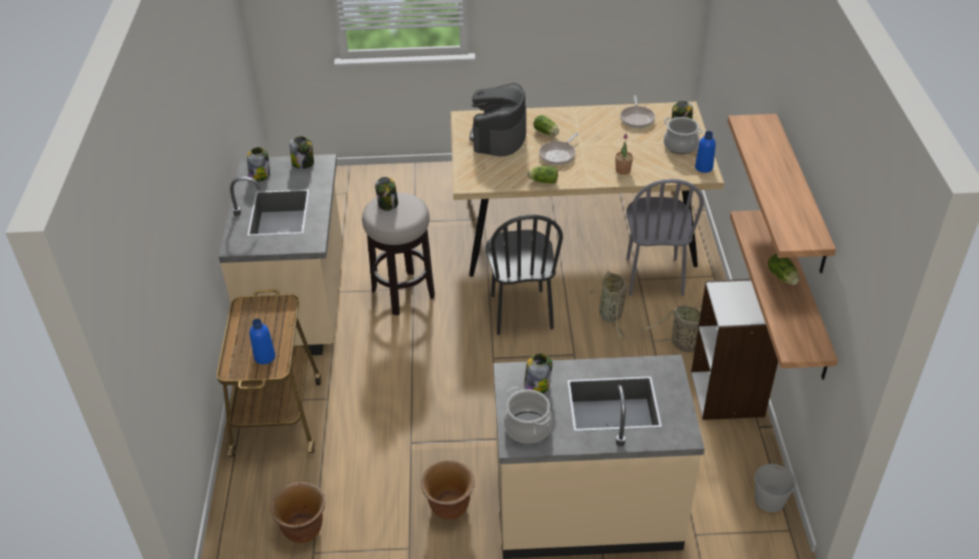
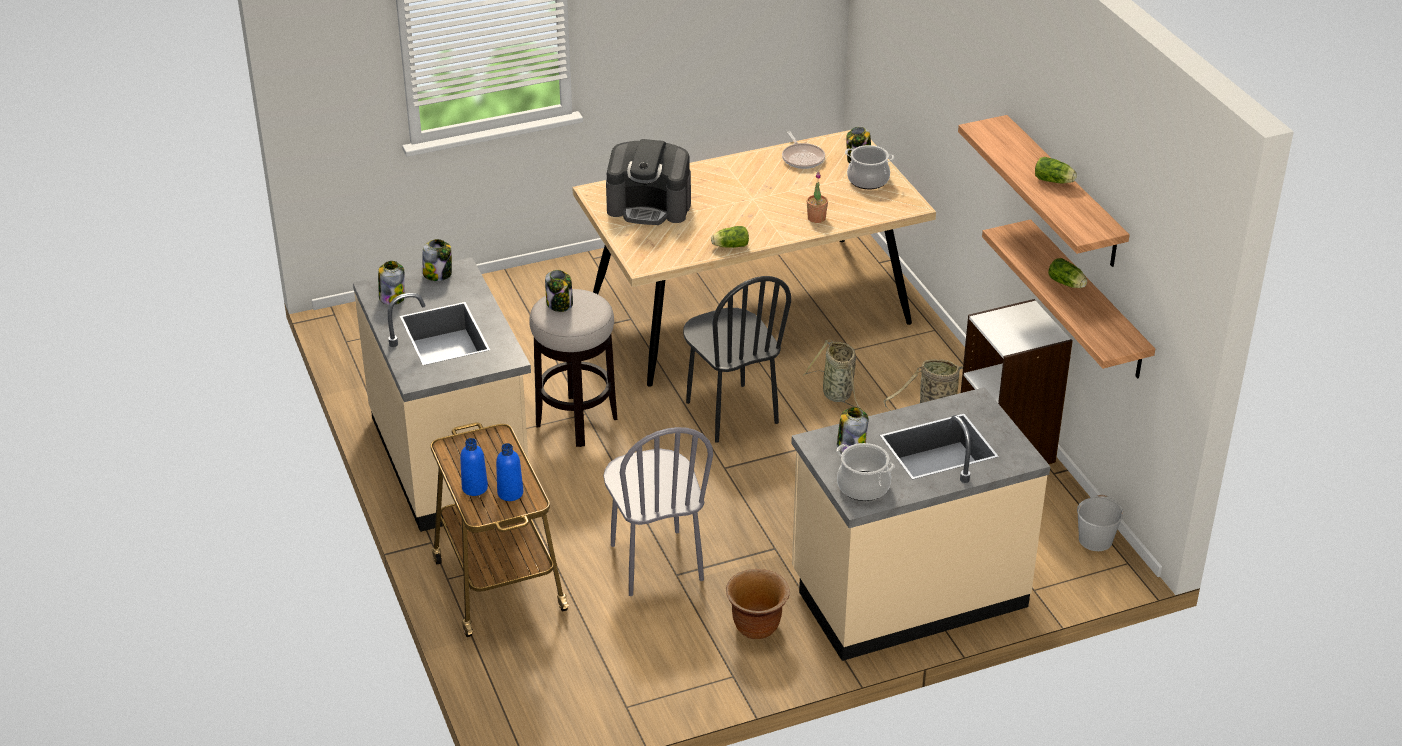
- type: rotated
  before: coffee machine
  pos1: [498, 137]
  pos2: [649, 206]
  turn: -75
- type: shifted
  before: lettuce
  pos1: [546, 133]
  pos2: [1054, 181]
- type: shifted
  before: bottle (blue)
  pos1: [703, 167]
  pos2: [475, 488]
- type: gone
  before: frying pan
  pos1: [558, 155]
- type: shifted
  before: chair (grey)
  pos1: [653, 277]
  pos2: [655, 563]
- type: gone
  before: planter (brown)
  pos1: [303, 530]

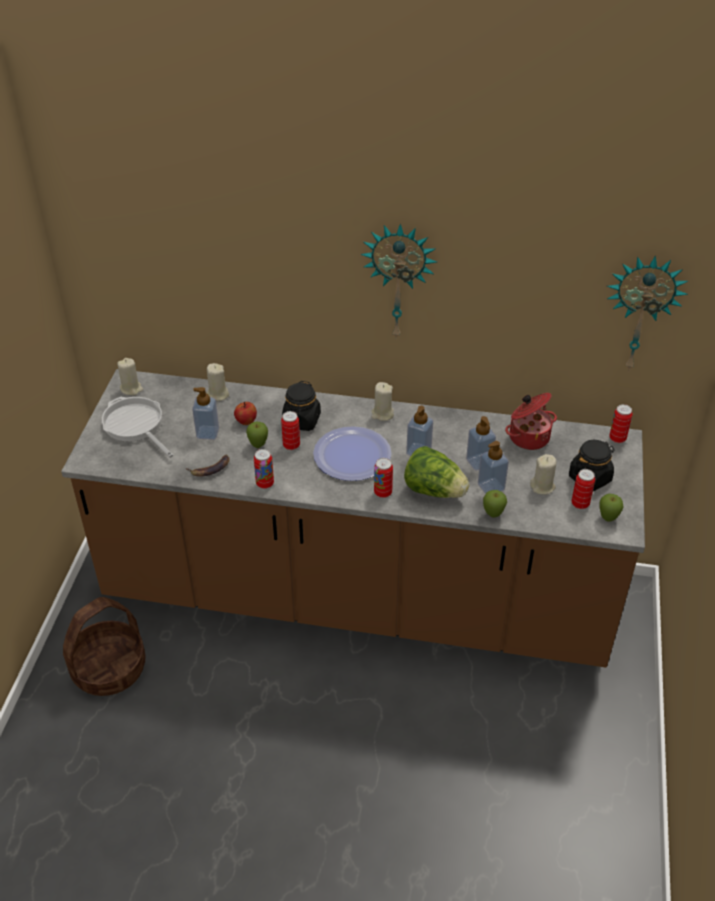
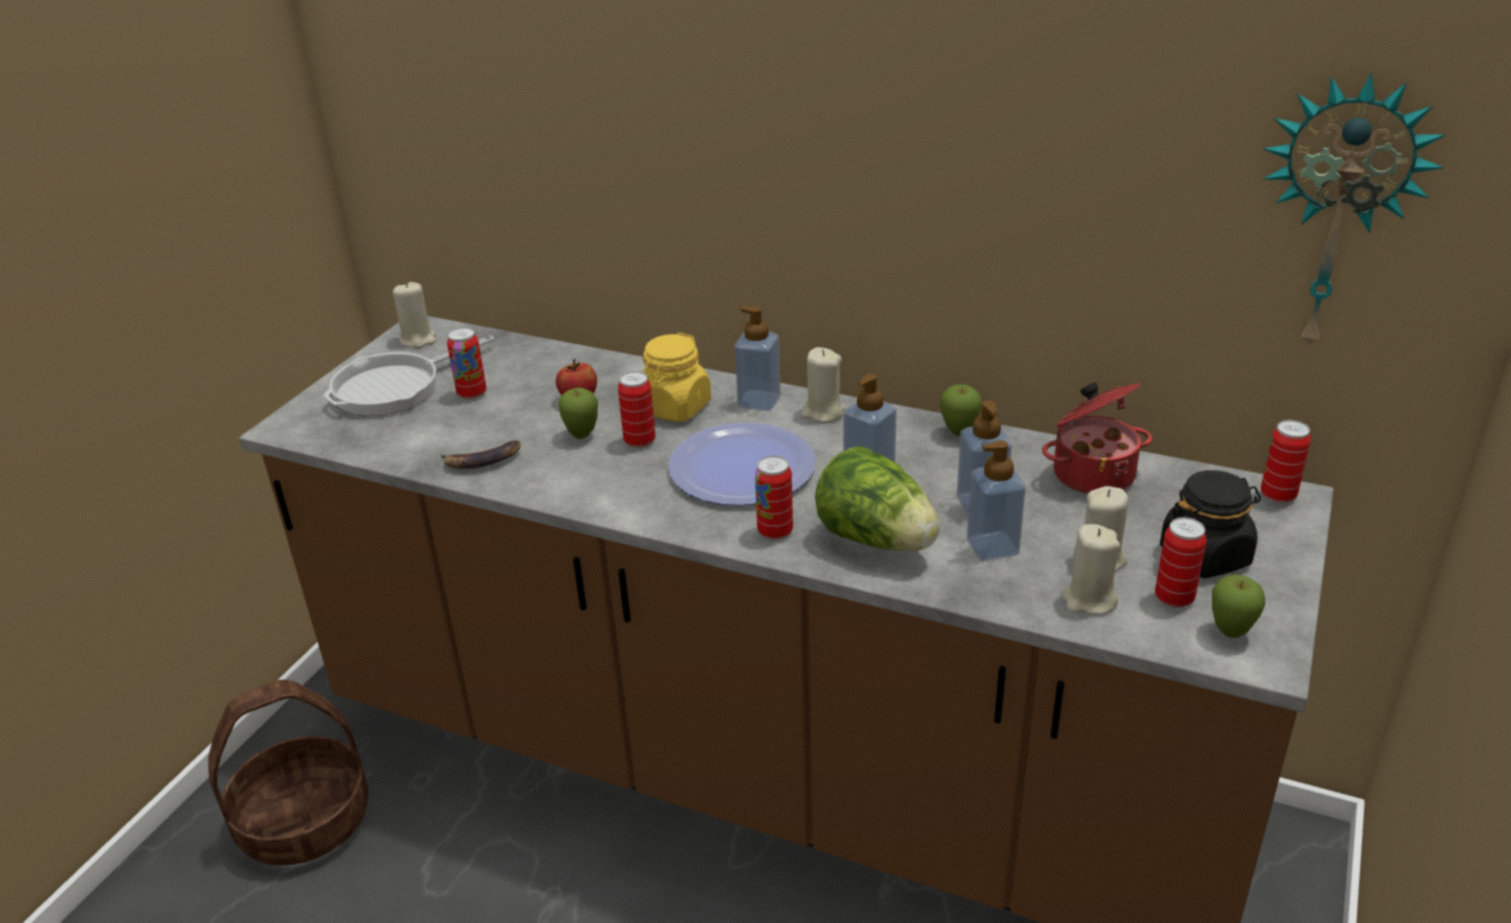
- type: gone
  before: wall clock
  pos1: [398, 280]
- type: shifted
  before: candle (beige)
  pos1: [217, 394]
  pos2: [1088, 600]
- type: repainted
  before: jar (black)
  after: jar (yellow)
  pos1: [301, 420]
  pos2: [674, 408]
- type: shifted
  before: soap dispenser
  pos1: [207, 433]
  pos2: [759, 401]
- type: rotated
  before: frying pan
  pos1: [135, 425]
  pos2: [395, 388]
  turn: -105
- type: shifted
  before: can
  pos1: [265, 483]
  pos2: [472, 393]
- type: shifted
  before: apple
  pos1: [493, 515]
  pos2: [959, 433]

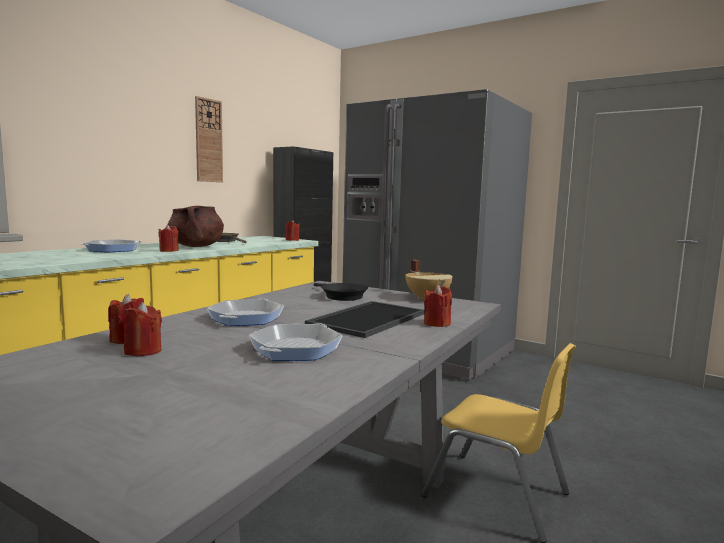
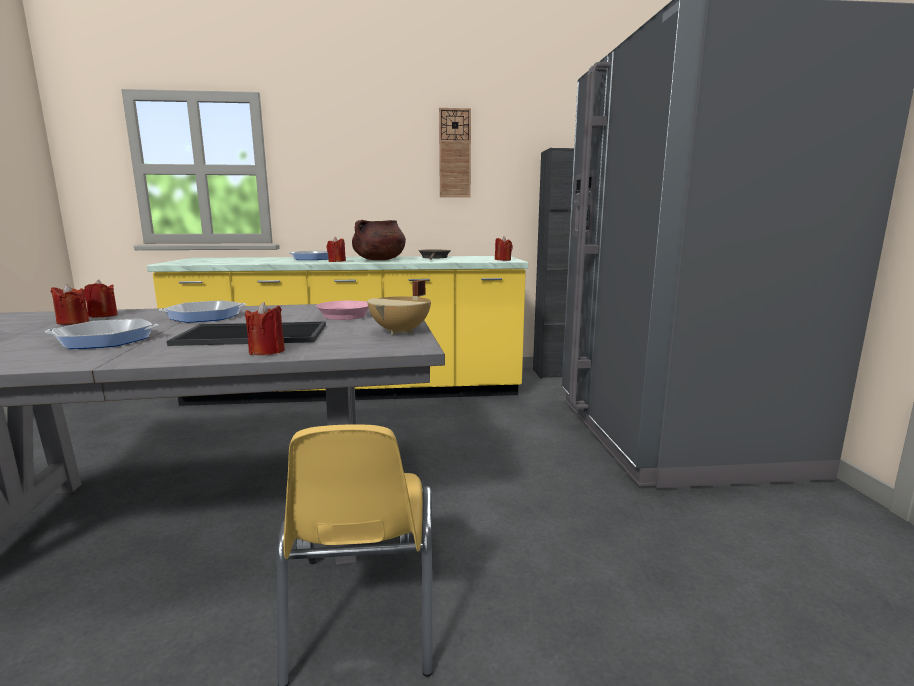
- type: repainted
  before: frying pan (black)
  after: frying pan (pink)
  pos1: [341, 296]
  pos2: [347, 315]

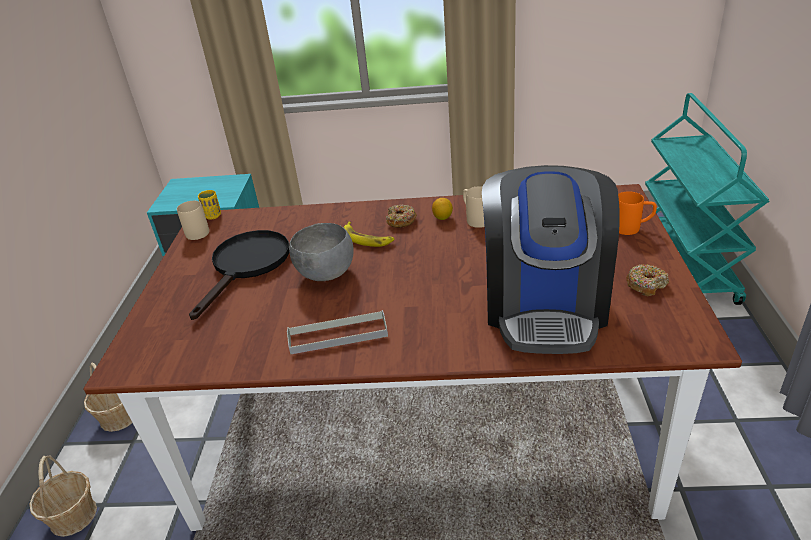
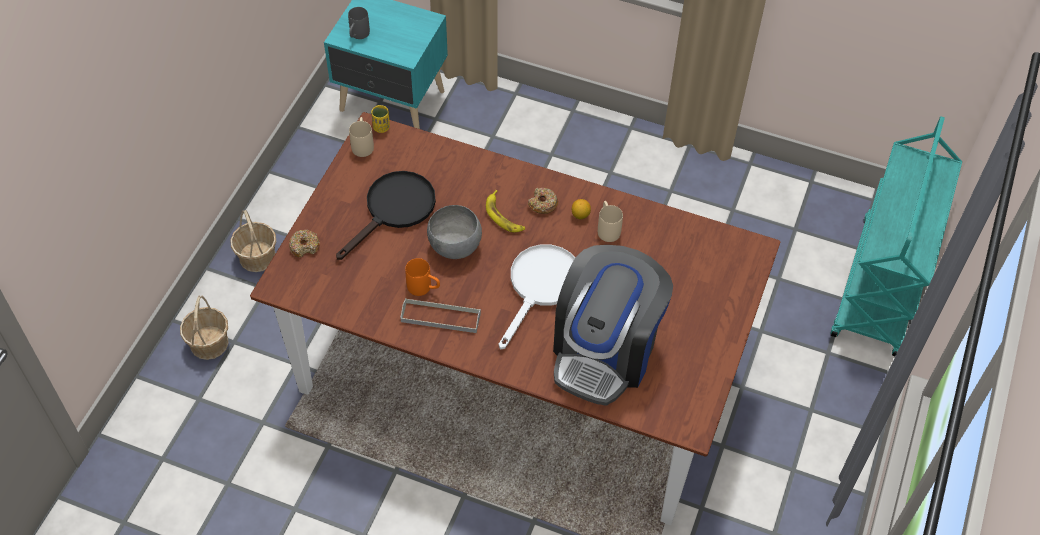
- type: shifted
  before: mug (orange)
  pos1: [632, 228]
  pos2: [424, 288]
- type: shifted
  before: donut
  pos1: [646, 285]
  pos2: [305, 246]
- type: new
  after: mug (grey)
  pos2: [358, 35]
- type: new
  after: frying pan (white)
  pos2: [541, 287]

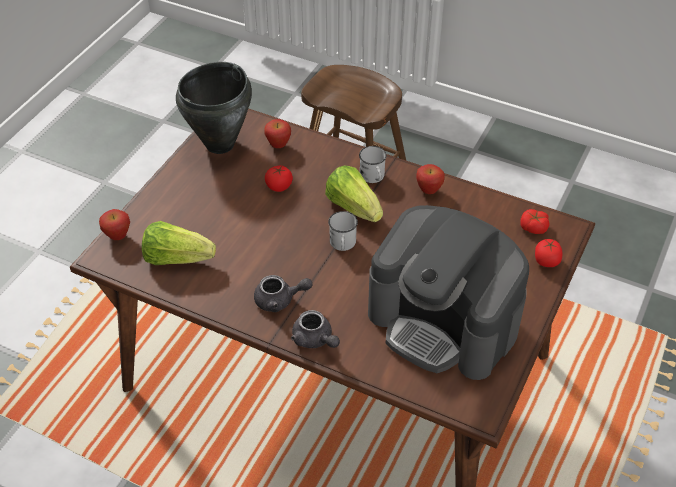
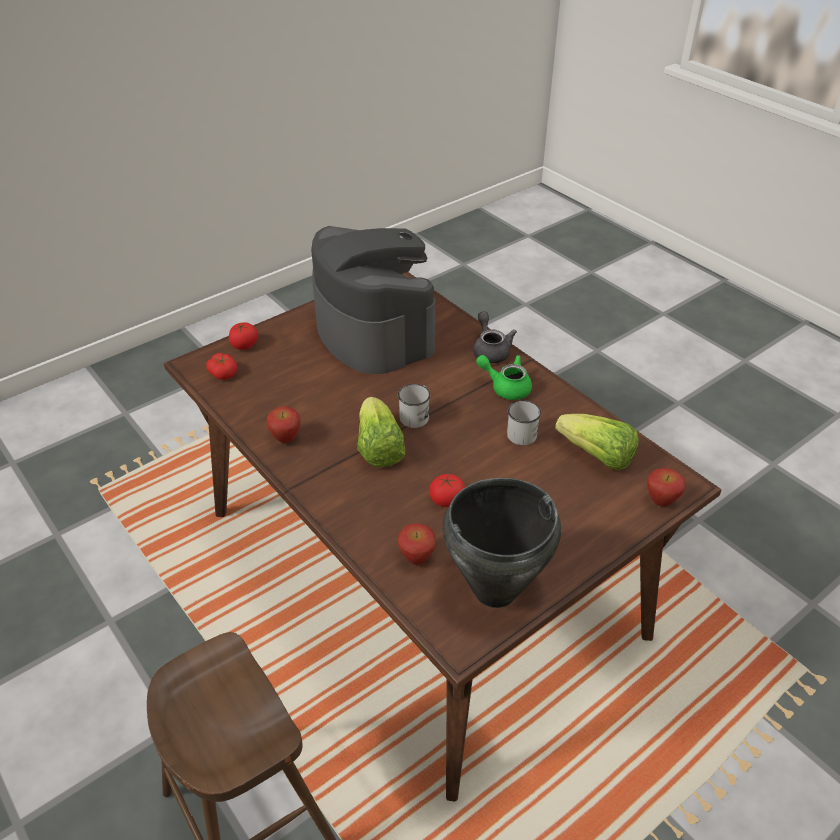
- type: shifted
  before: mug (white)
  pos1: [373, 177]
  pos2: [521, 431]
- type: repainted
  before: teapot (grey)
  after: teapot (green)
  pos1: [280, 300]
  pos2: [506, 387]

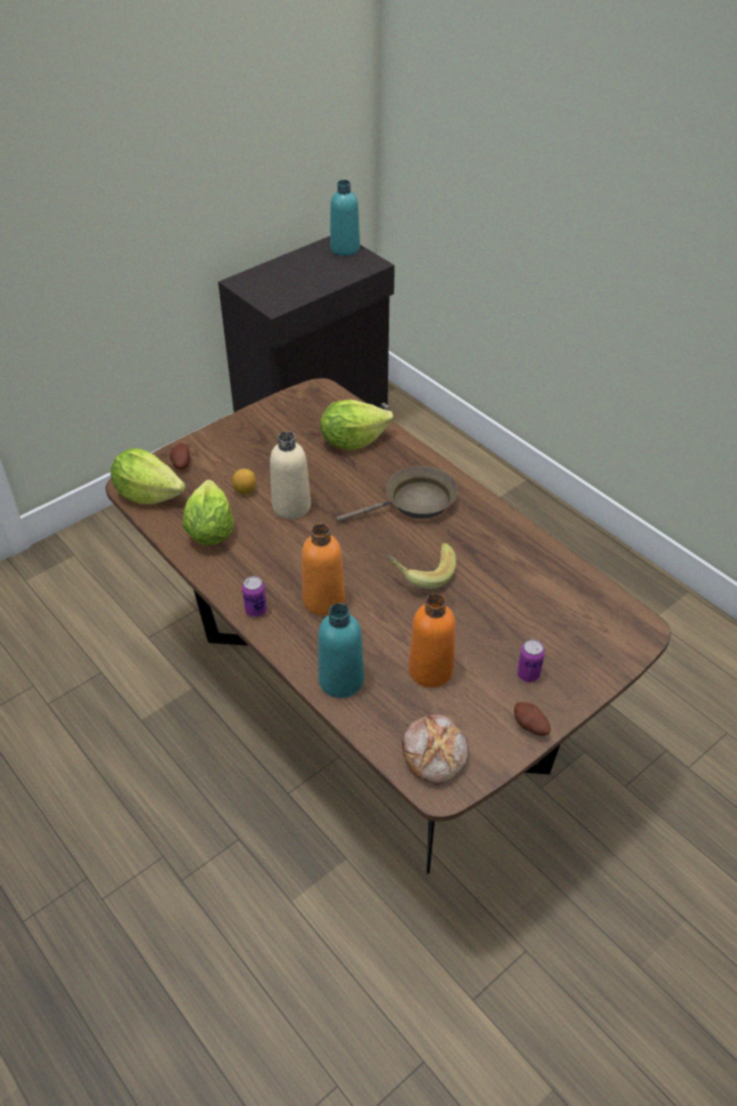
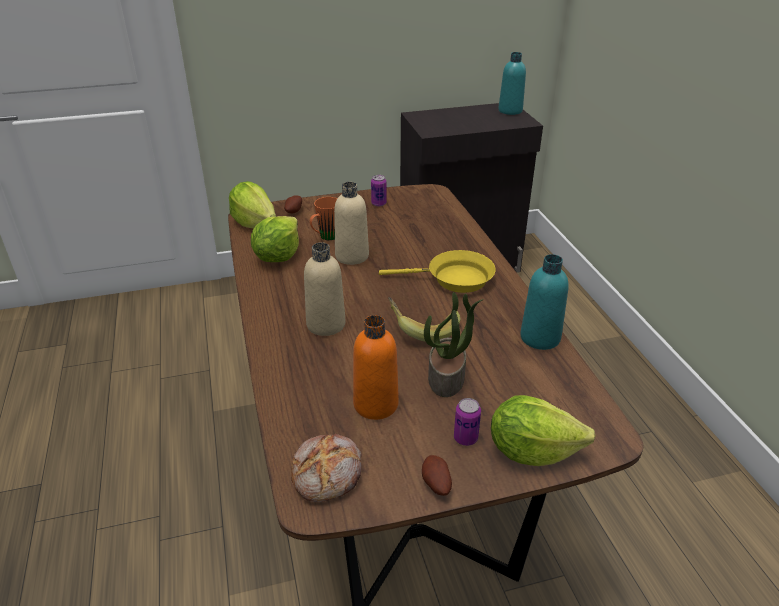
- type: shifted
  before: lettuce
  pos1: [352, 440]
  pos2: [531, 450]
- type: repainted
  before: frying pan (brown)
  after: frying pan (yellow)
  pos1: [414, 503]
  pos2: [454, 279]
- type: swapped
  before: lemon
  after: mug (orange)
  pos1: [245, 490]
  pos2: [325, 237]
- type: repainted
  before: bottle (orange)
  after: bottle (beige)
  pos1: [323, 600]
  pos2: [326, 324]
- type: shifted
  before: can
  pos1: [256, 610]
  pos2: [379, 203]
- type: shifted
  before: bottle (turquoise)
  pos1: [341, 680]
  pos2: [540, 338]
- type: new
  after: potted plant
  pos2: [447, 378]

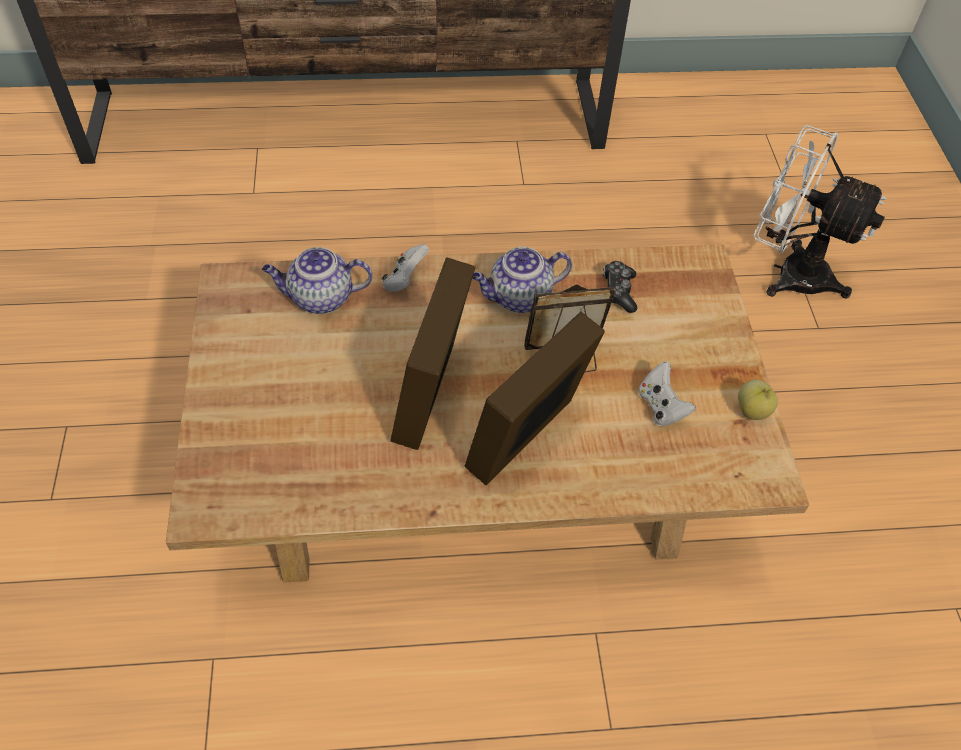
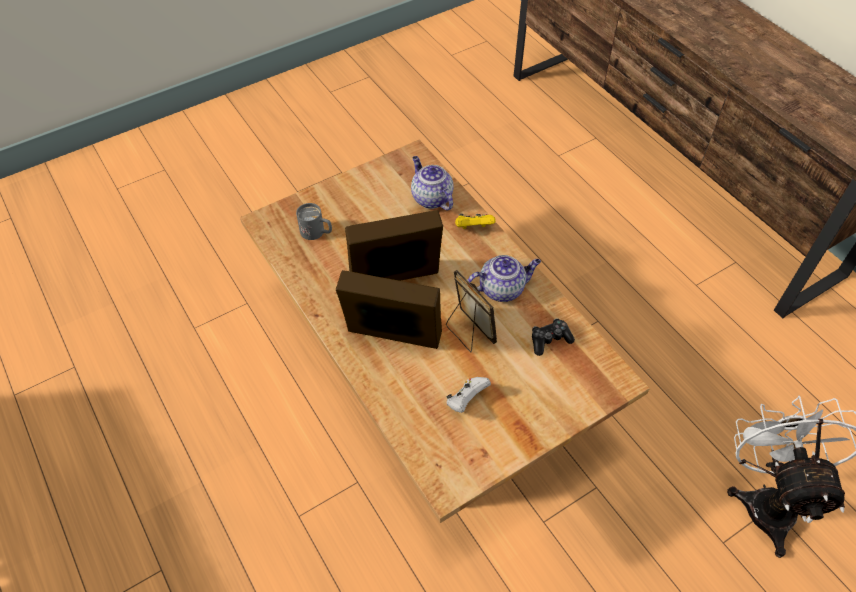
- type: repainted
  before: game controller (white)
  after: game controller (yellow)
  pos1: [405, 280]
  pos2: [473, 228]
- type: rotated
  before: teapot
  pos1: [518, 298]
  pos2: [502, 288]
  turn: 120
- type: gone
  before: apple
  pos1: [752, 410]
- type: new
  after: mug (grey)
  pos2: [317, 232]

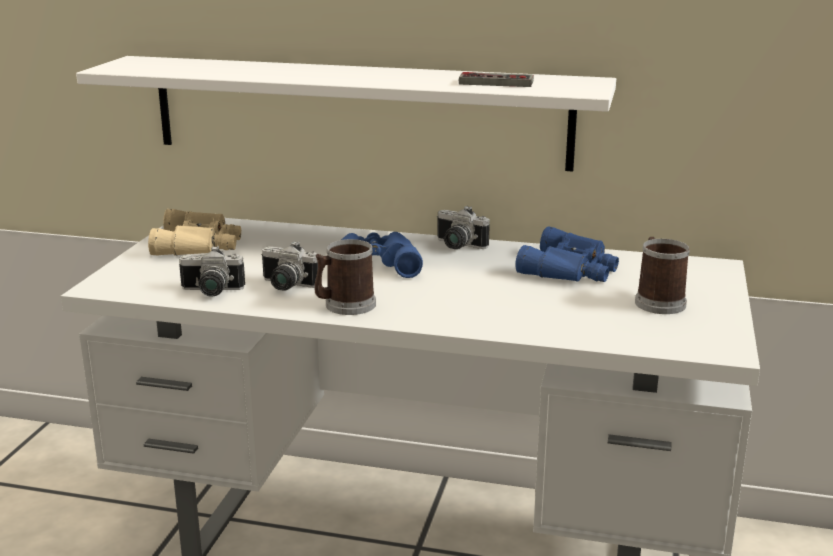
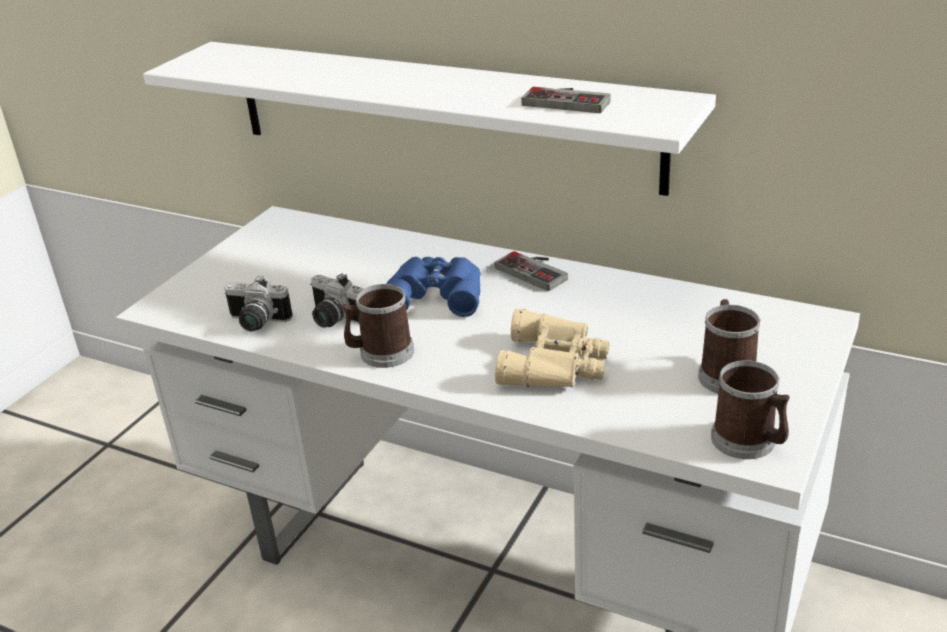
- type: swapped
  before: photo camera
  after: game controller
  pos1: [457, 246]
  pos2: [536, 270]
- type: shifted
  before: binoculars (beige)
  pos1: [199, 244]
  pos2: [556, 364]
- type: gone
  before: binoculars (blue)
  pos1: [571, 269]
- type: new
  after: mug
  pos2: [749, 442]

